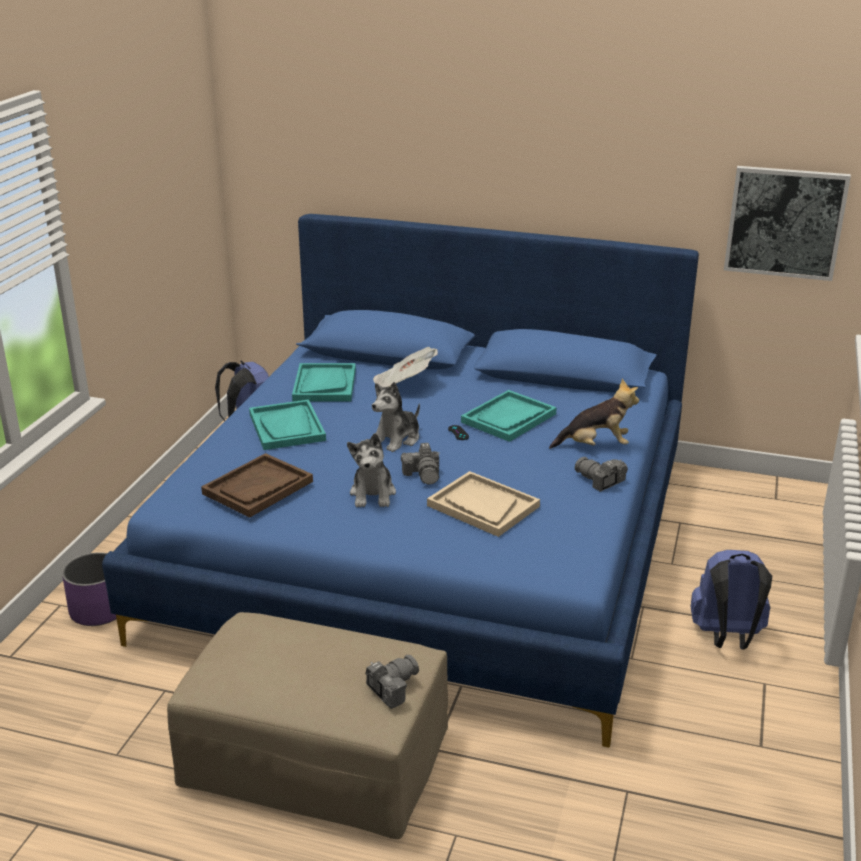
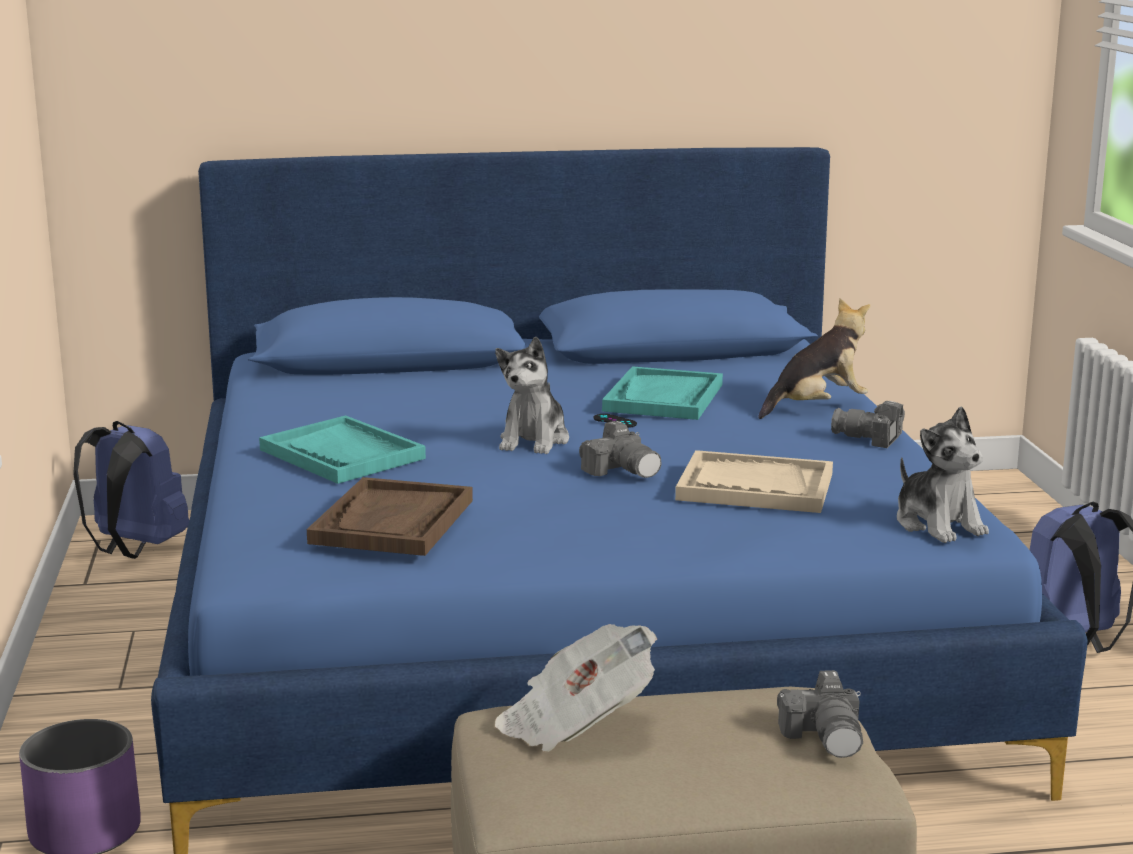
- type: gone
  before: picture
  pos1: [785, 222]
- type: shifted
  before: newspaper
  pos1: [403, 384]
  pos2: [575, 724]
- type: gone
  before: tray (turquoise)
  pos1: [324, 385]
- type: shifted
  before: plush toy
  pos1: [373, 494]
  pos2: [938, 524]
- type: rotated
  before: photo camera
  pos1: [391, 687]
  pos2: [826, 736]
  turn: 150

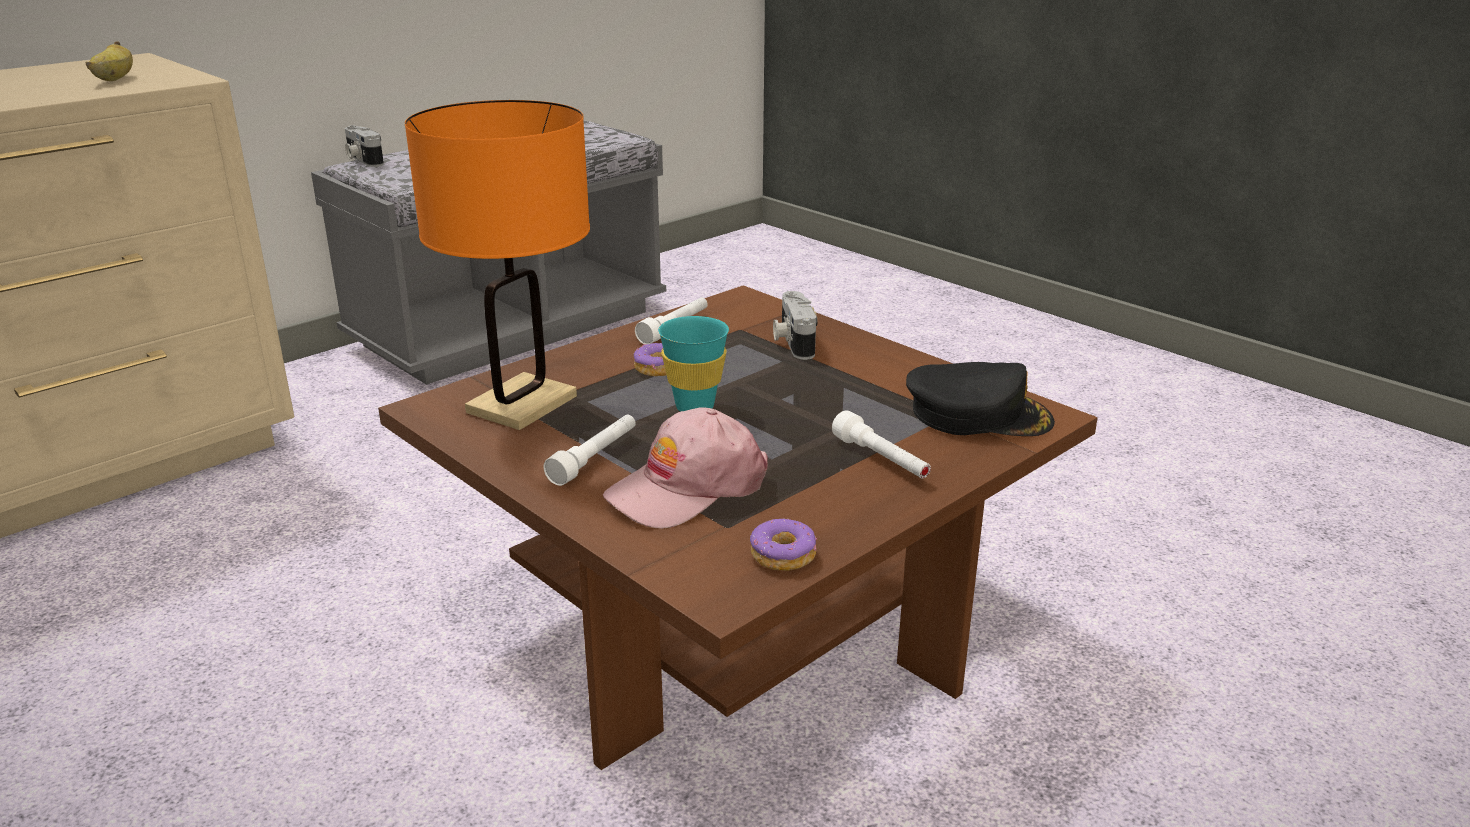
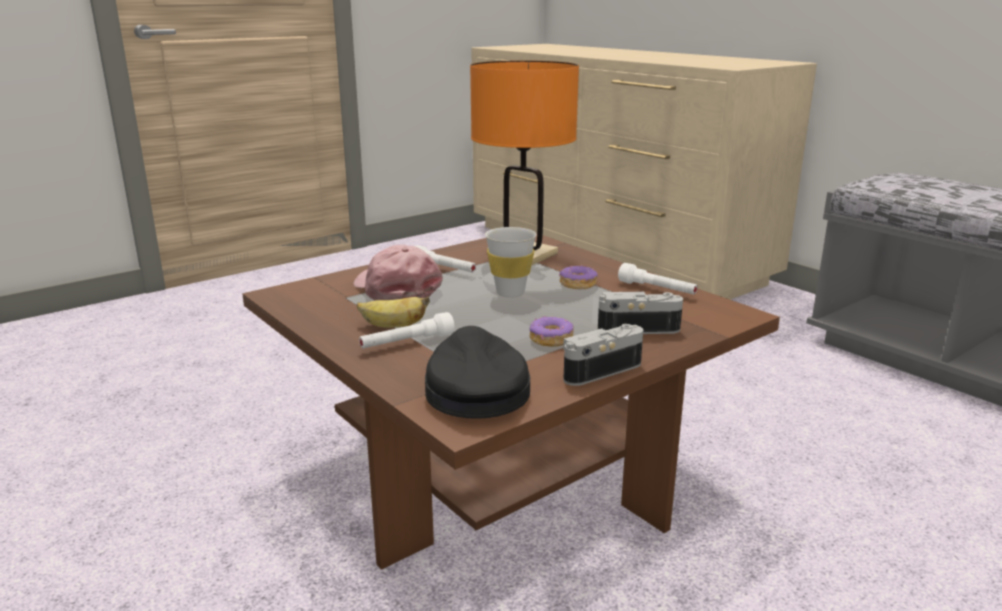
- type: shifted
  before: banana
  pos1: [115, 79]
  pos2: [392, 326]
- type: shifted
  before: photo camera
  pos1: [362, 160]
  pos2: [599, 369]
- type: repainted
  before: cup (turquoise)
  after: cup (white)
  pos1: [694, 407]
  pos2: [510, 293]
- type: rotated
  before: cap (black)
  pos1: [978, 414]
  pos2: [474, 389]
  turn: 150
- type: shifted
  before: donut
  pos1: [783, 555]
  pos2: [550, 339]

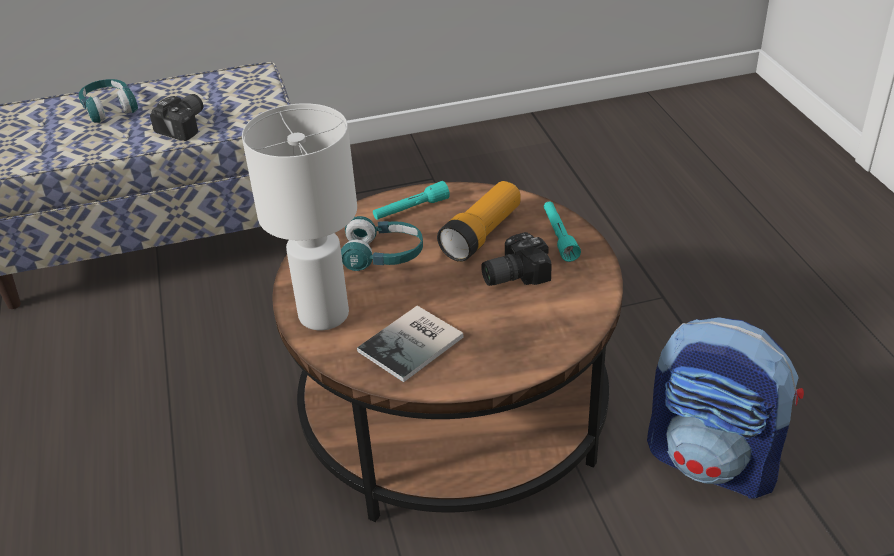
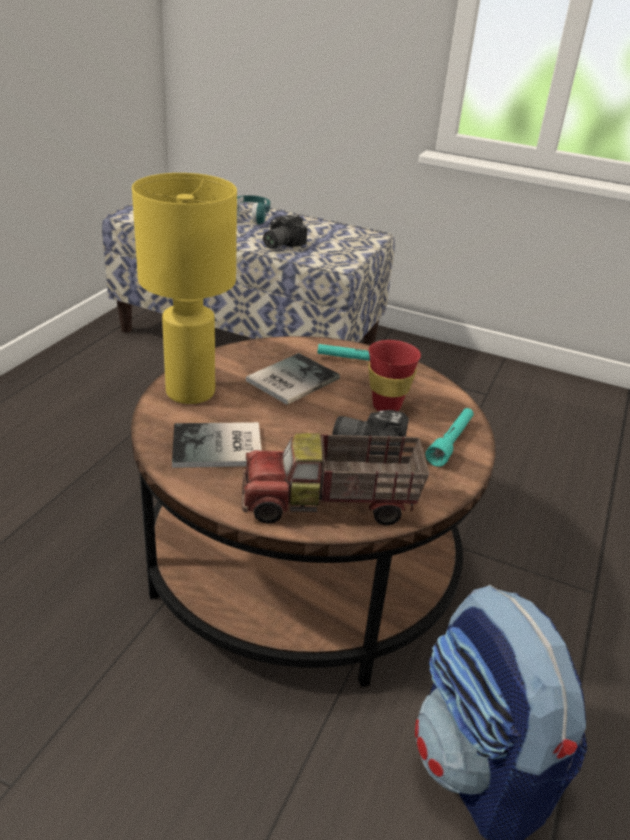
- type: rotated
  before: photo camera
  pos1: [186, 126]
  pos2: [279, 244]
  turn: 150
- type: repainted
  before: table lamp (white)
  after: table lamp (yellow)
  pos1: [322, 314]
  pos2: [190, 391]
- type: swapped
  before: flashlight
  after: cup (red)
  pos1: [482, 234]
  pos2: [386, 406]
- type: swapped
  before: headphones (turquoise)
  after: book
  pos1: [383, 256]
  pos2: [289, 380]
- type: new
  after: toy truck
  pos2: [330, 505]

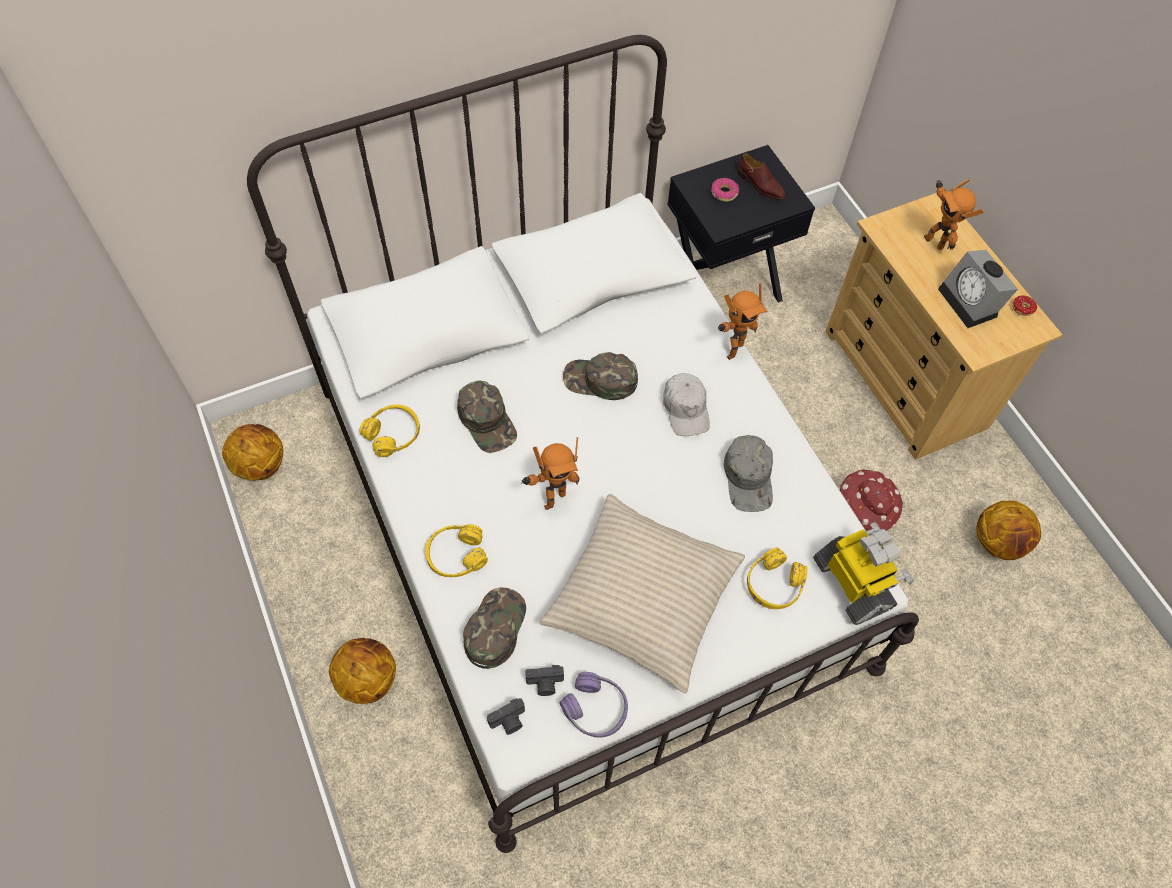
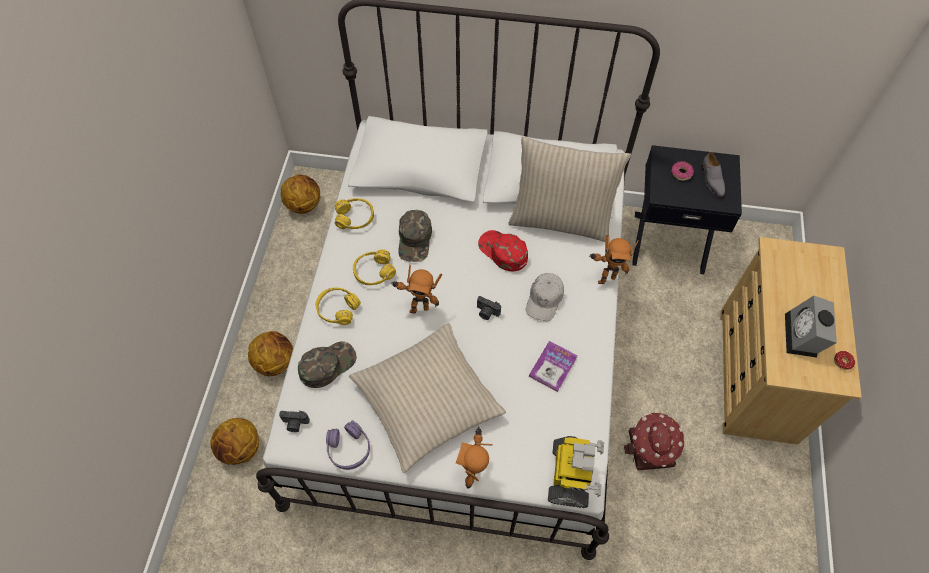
- type: repainted
  before: shoe (brown)
  after: shoe (grey)
  pos1: [760, 185]
  pos2: [711, 180]
- type: shifted
  before: toy robot
  pos1: [935, 241]
  pos2: [474, 470]
- type: repainted
  before: cap (green)
  after: cap (red)
  pos1: [600, 380]
  pos2: [502, 252]
- type: swapped
  before: cap (grey)
  after: book
  pos1: [749, 478]
  pos2: [553, 367]
- type: shifted
  before: basketball
  pos1: [999, 542]
  pos2: [241, 449]
- type: shifted
  before: headphones (yellow)
  pos1: [774, 584]
  pos2: [374, 272]
- type: shifted
  before: photo camera
  pos1: [545, 684]
  pos2: [487, 312]
- type: new
  after: pillow (beige)
  pos2: [561, 219]

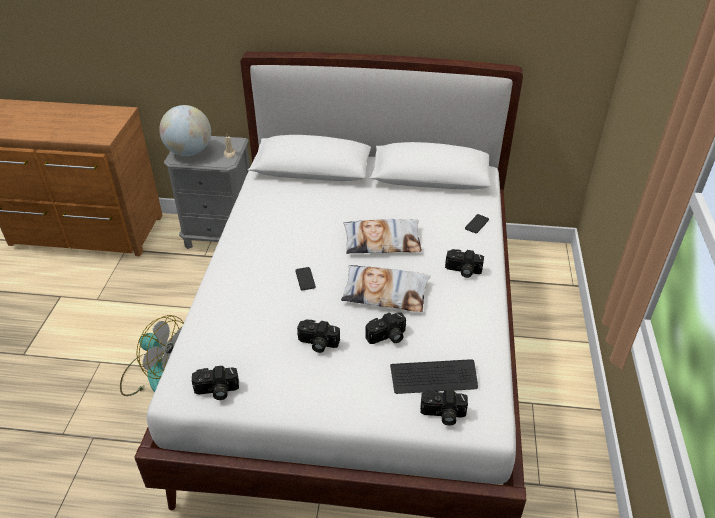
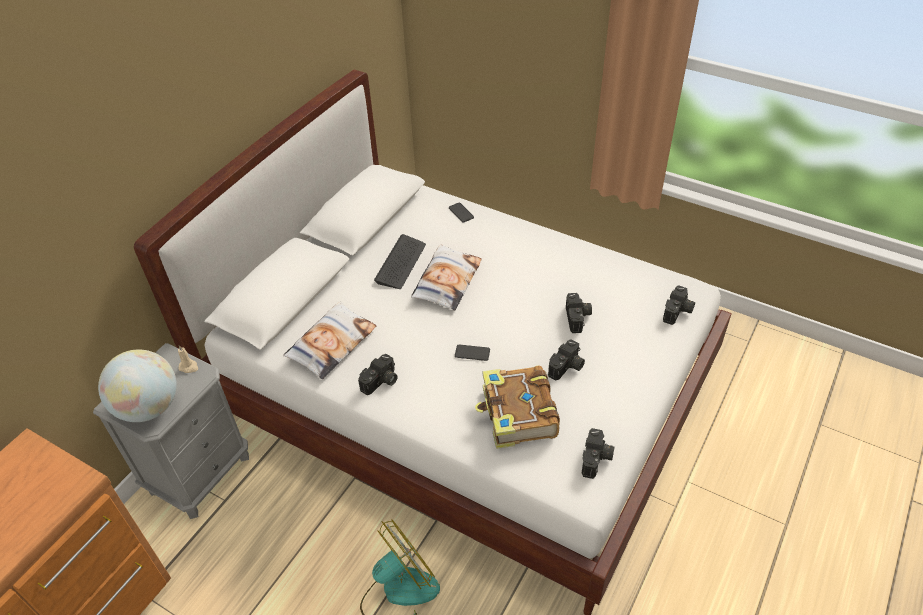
- type: shifted
  before: photo camera
  pos1: [463, 271]
  pos2: [381, 382]
- type: shifted
  before: pillow
  pos1: [385, 292]
  pos2: [331, 344]
- type: shifted
  before: keyboard
  pos1: [433, 378]
  pos2: [400, 263]
- type: new
  after: book
  pos2: [518, 415]

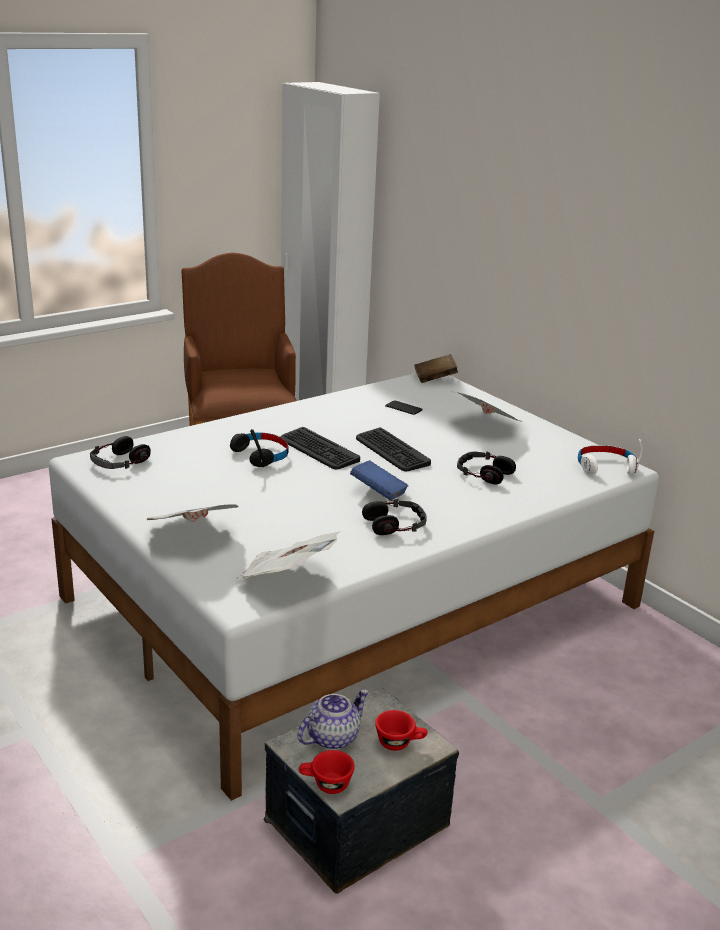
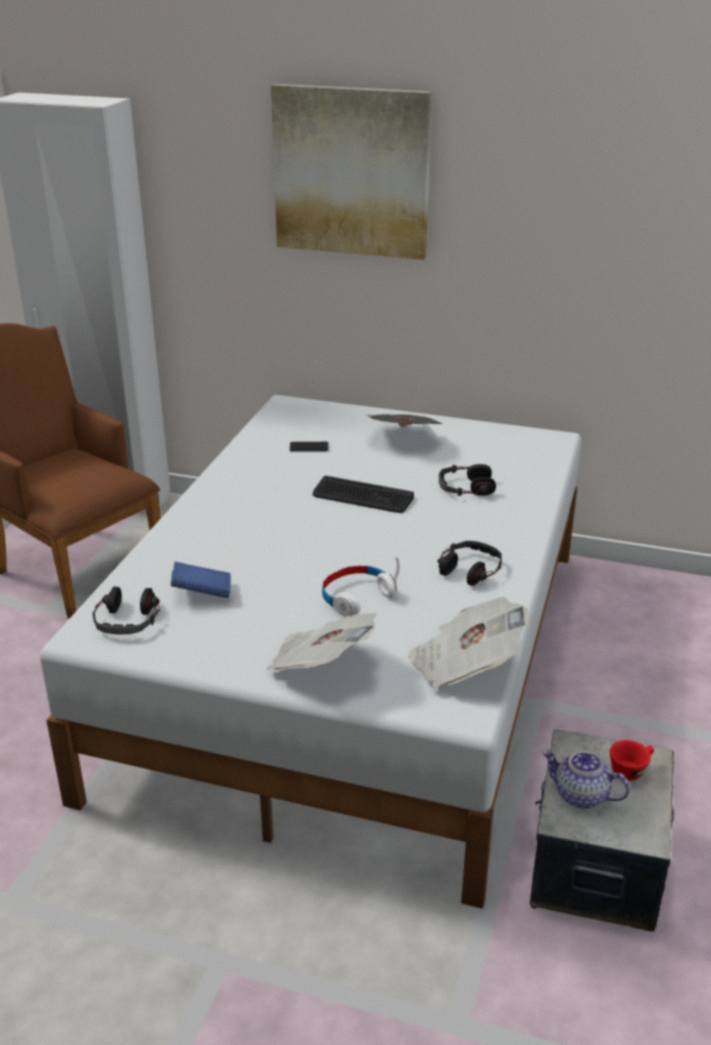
- type: gone
  before: book (brown)
  pos1: [435, 378]
- type: gone
  before: keyboard
  pos1: [318, 450]
- type: gone
  before: headphones (black)
  pos1: [261, 455]
- type: shifted
  before: headphones (white)
  pos1: [605, 467]
  pos2: [356, 597]
- type: shifted
  before: book (blue)
  pos1: [378, 492]
  pos2: [202, 593]
- type: rotated
  before: teapot
  pos1: [332, 737]
  pos2: [580, 795]
  turn: -75
- type: gone
  before: cup (red)
  pos1: [325, 785]
- type: new
  after: picture
  pos2: [351, 172]

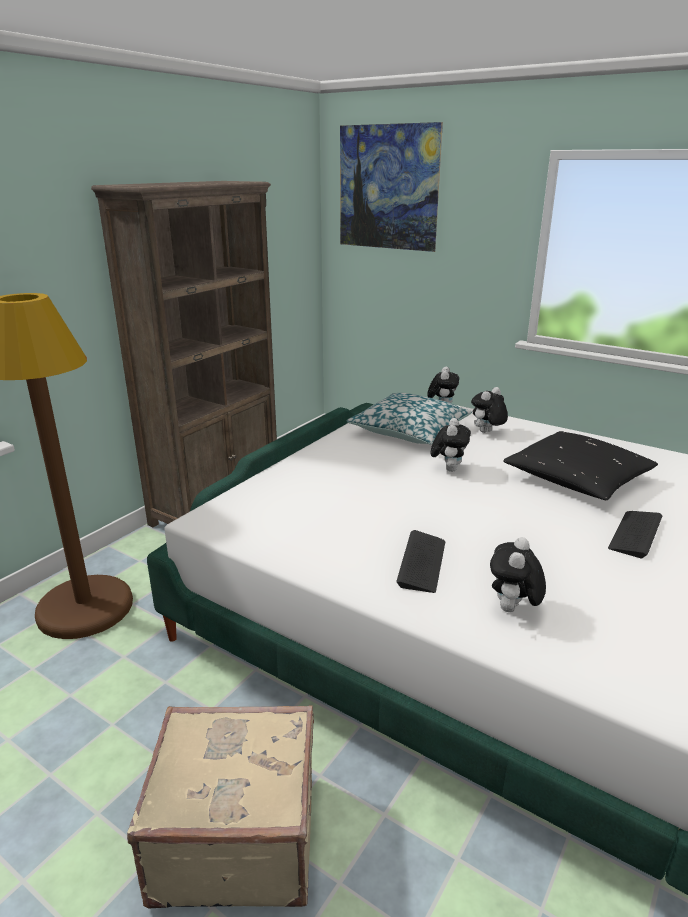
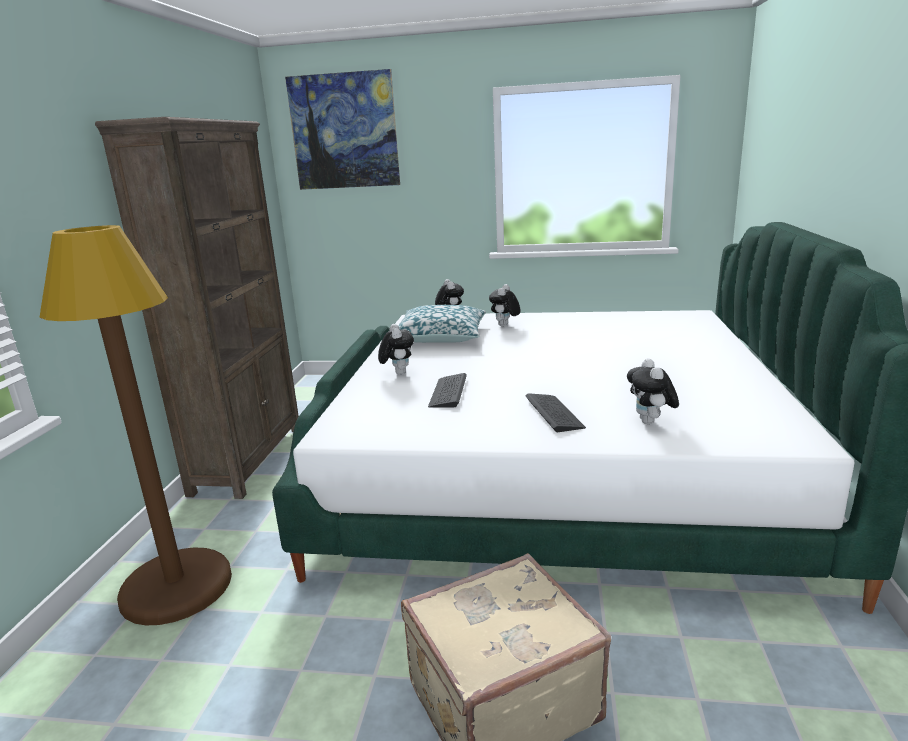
- type: shifted
  before: plush toy
  pos1: [448, 468]
  pos2: [398, 373]
- type: gone
  before: pillow (black)
  pos1: [577, 479]
- type: shifted
  before: keyboard
  pos1: [635, 534]
  pos2: [448, 392]

